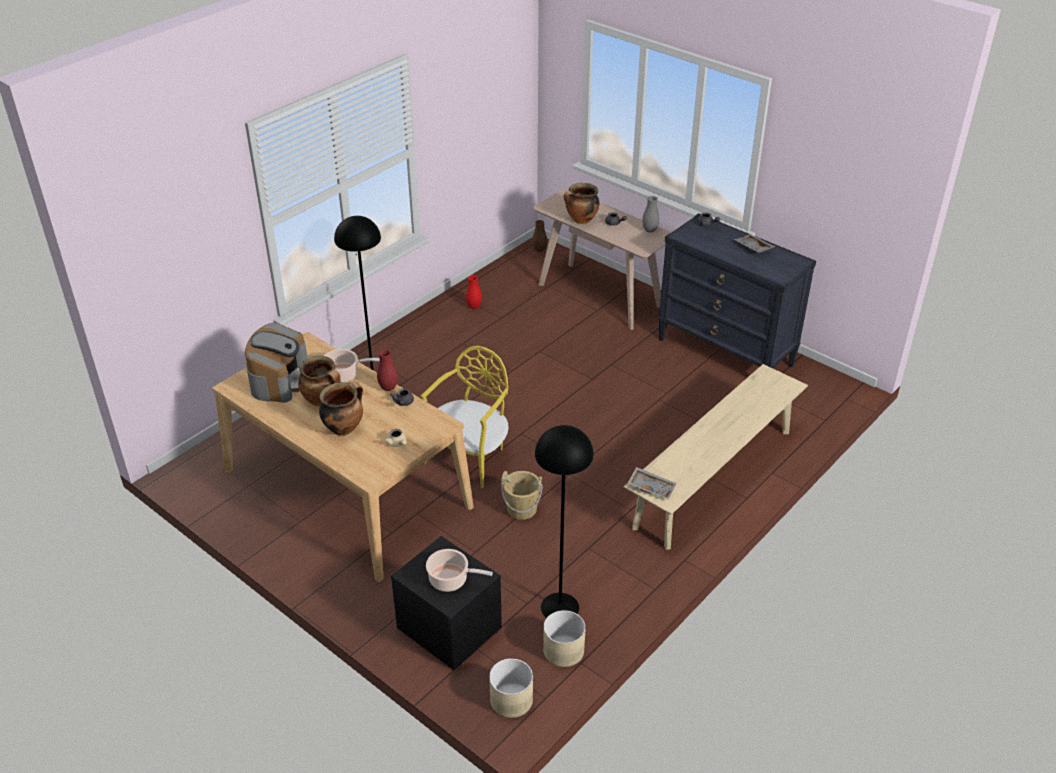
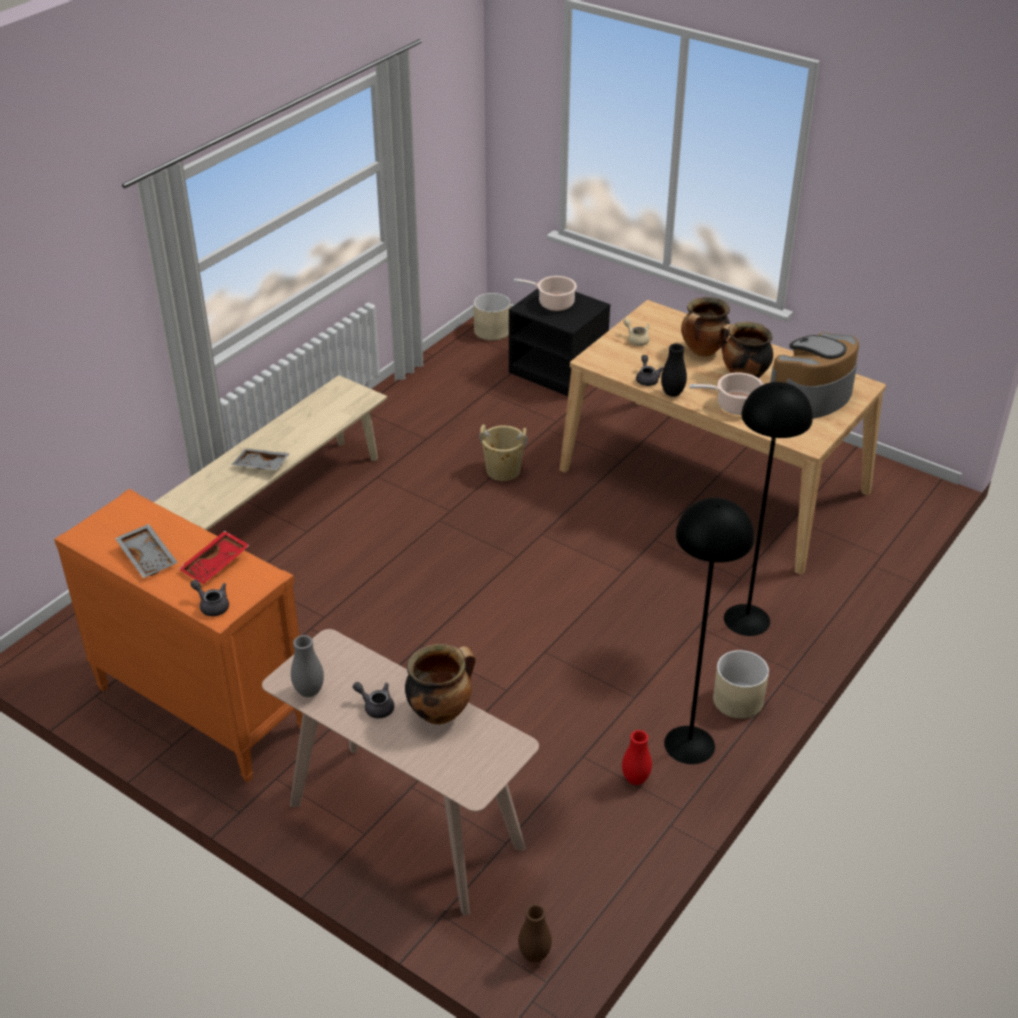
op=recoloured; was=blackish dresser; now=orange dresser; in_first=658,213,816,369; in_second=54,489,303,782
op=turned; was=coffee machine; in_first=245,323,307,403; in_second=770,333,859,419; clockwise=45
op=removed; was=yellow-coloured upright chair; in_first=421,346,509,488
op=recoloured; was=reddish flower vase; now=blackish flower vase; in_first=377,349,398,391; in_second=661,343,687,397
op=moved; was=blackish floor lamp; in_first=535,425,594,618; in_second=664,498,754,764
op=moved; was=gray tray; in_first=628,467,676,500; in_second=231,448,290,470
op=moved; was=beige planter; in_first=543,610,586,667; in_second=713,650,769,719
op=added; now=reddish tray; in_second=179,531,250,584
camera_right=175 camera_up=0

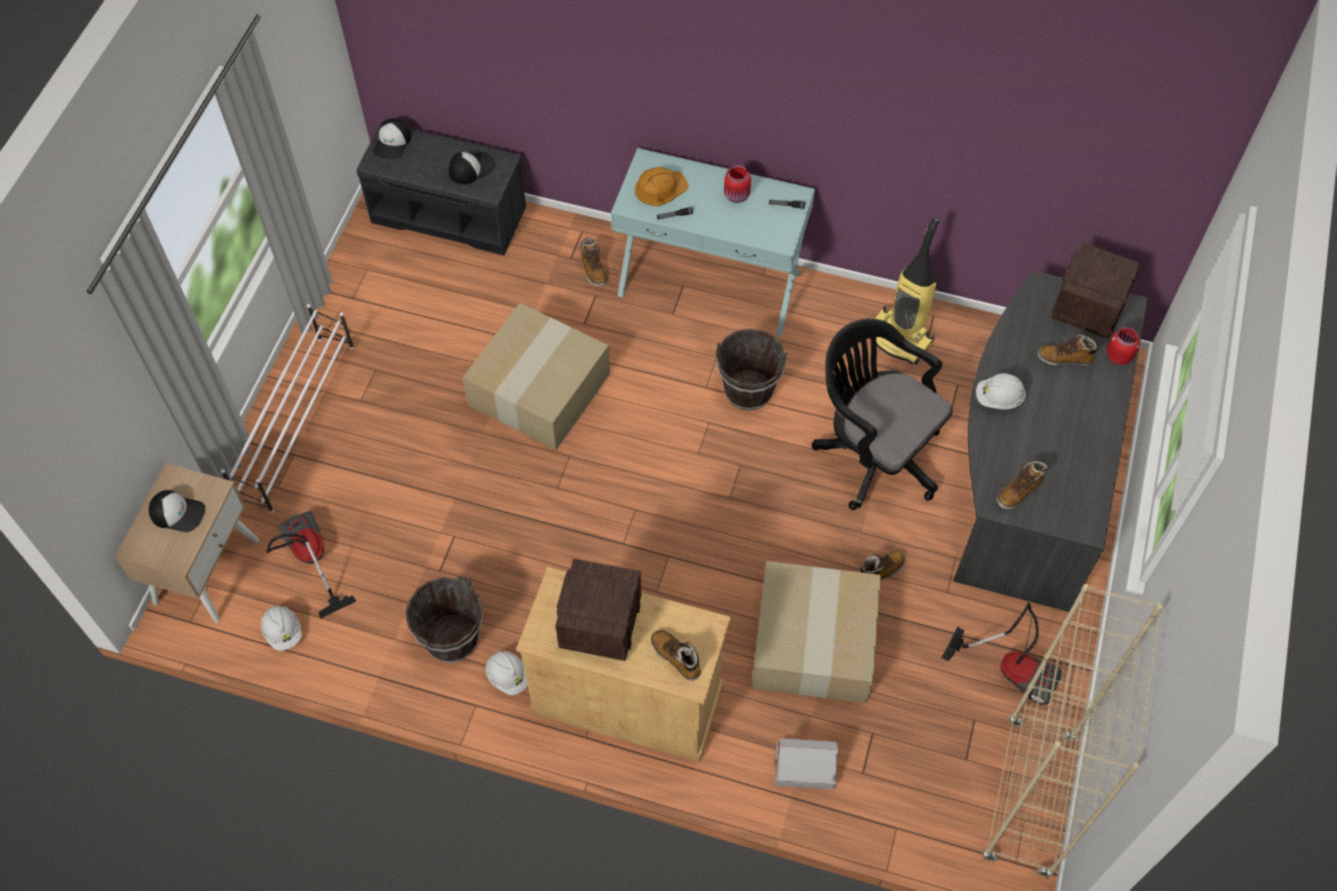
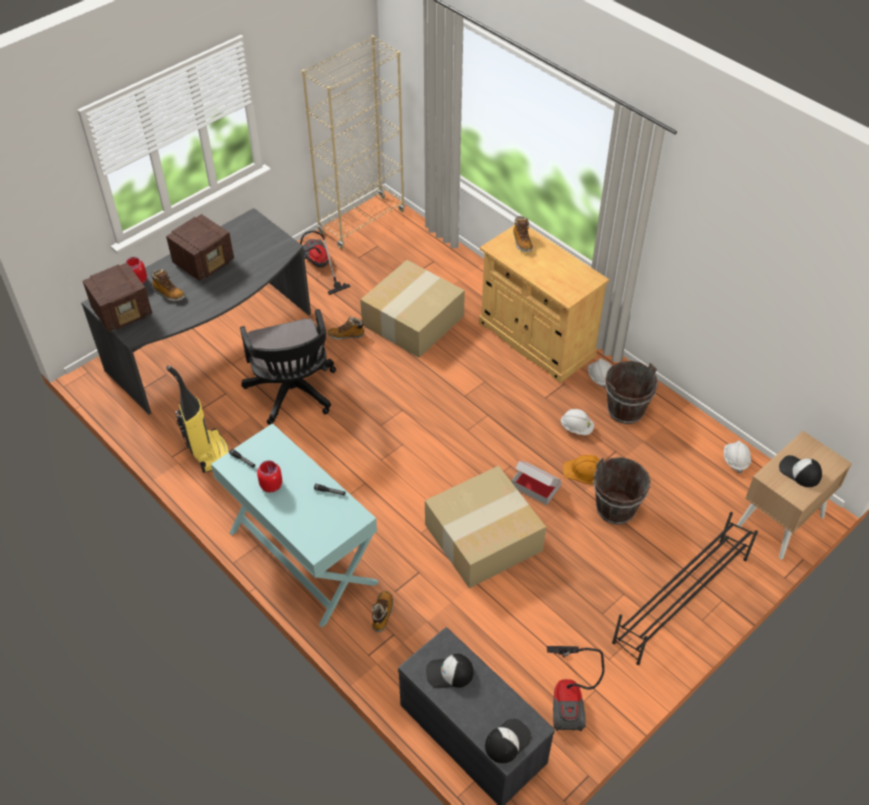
op=moved; was=orange work helmet; in_first=635,167,689,206; in_second=563,455,600,484
op=recoloured; was=white shoe stand; now=blackish shoe stand; in_first=221,304,354,513; in_second=612,512,758,665
op=moved; was=brownish pail; in_first=716,329,787,411; in_second=593,457,651,525
op=moved; was=white work helmet; in_first=976,373,1026,410; in_second=560,409,594,435
op=removed; was=high-top boot; in_first=997,460,1048,509
op=moved; was=vacuum cleaner; in_first=266,511,356,619; in_second=547,646,605,731
op=moved; was=radio set; in_first=555,558,641,661; in_second=166,214,234,281
op=moved; was=cardboard box; in_first=775,738,838,790; in_second=512,461,562,505
camera_right=-150 camera_up=-10

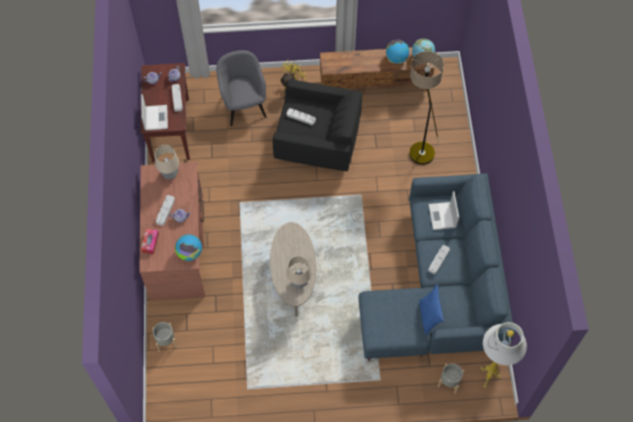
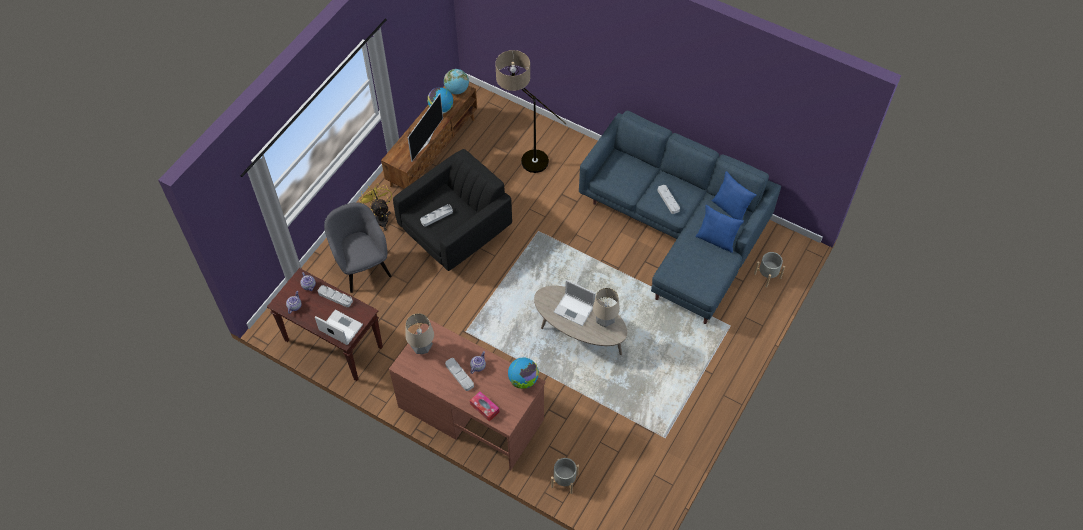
op=turned; was=gray armchair; in_first=216,50,266,126; in_second=324,202,391,293; clockwise=45
op=moved; was=laptop; in_first=429,191,459,230; in_second=554,280,595,326
op=removed; was=white floor lamp; in_first=481,322,527,388
op=added; now=TV set; in_second=407,93,443,162
op=added; now=blue pillow; in_second=712,171,756,220
camera_right=-55 camera_up=-5

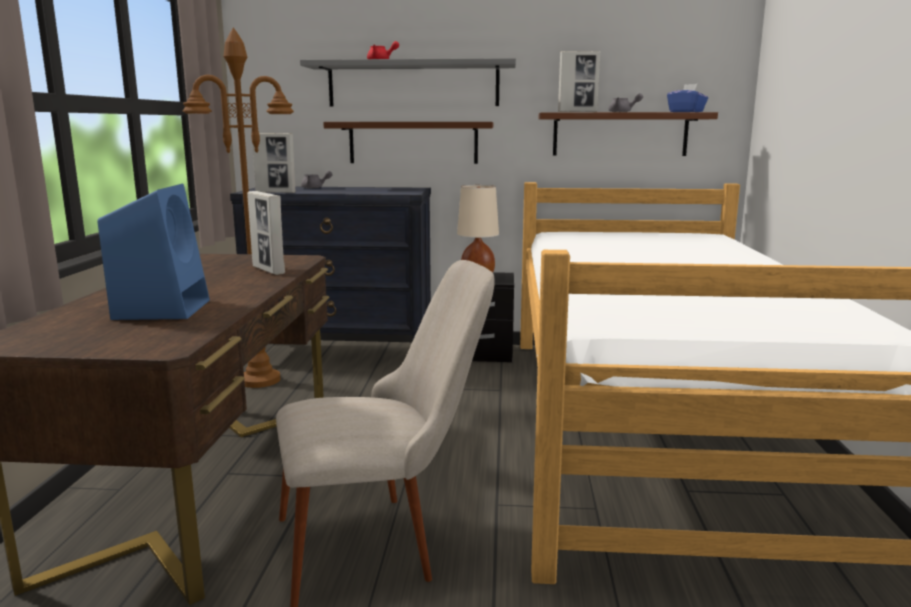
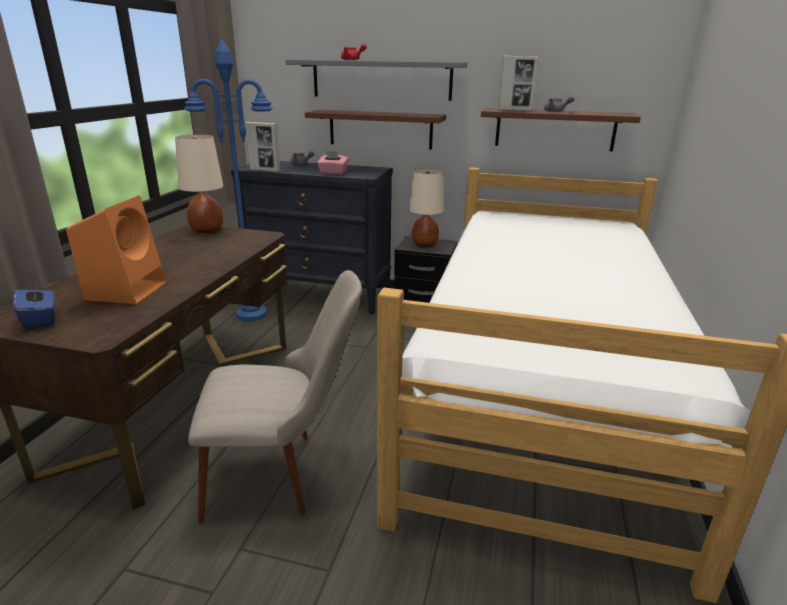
op=recoloured; was=brownish floor lamp; now=blue floor lamp; in_first=182,27,294,388; in_second=184,39,273,321
op=moved; was=blue box of tissues; in_first=667,84,708,112; in_second=14,281,55,330
op=recoloured; was=blue speaker; now=orange speaker; in_first=97,183,210,320; in_second=66,195,166,304
op=removed; was=standing frame; in_first=247,191,285,275
op=added; now=beige tabletop lamp; in_second=175,134,223,233
op=added; now=pinkish box of tissues; in_second=317,151,349,175
camera_right=10 camera_up=10

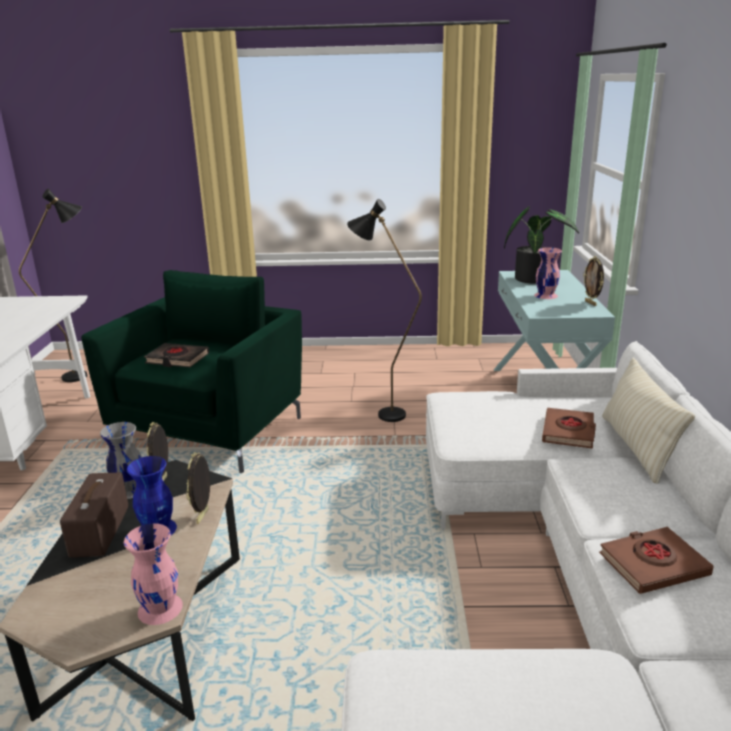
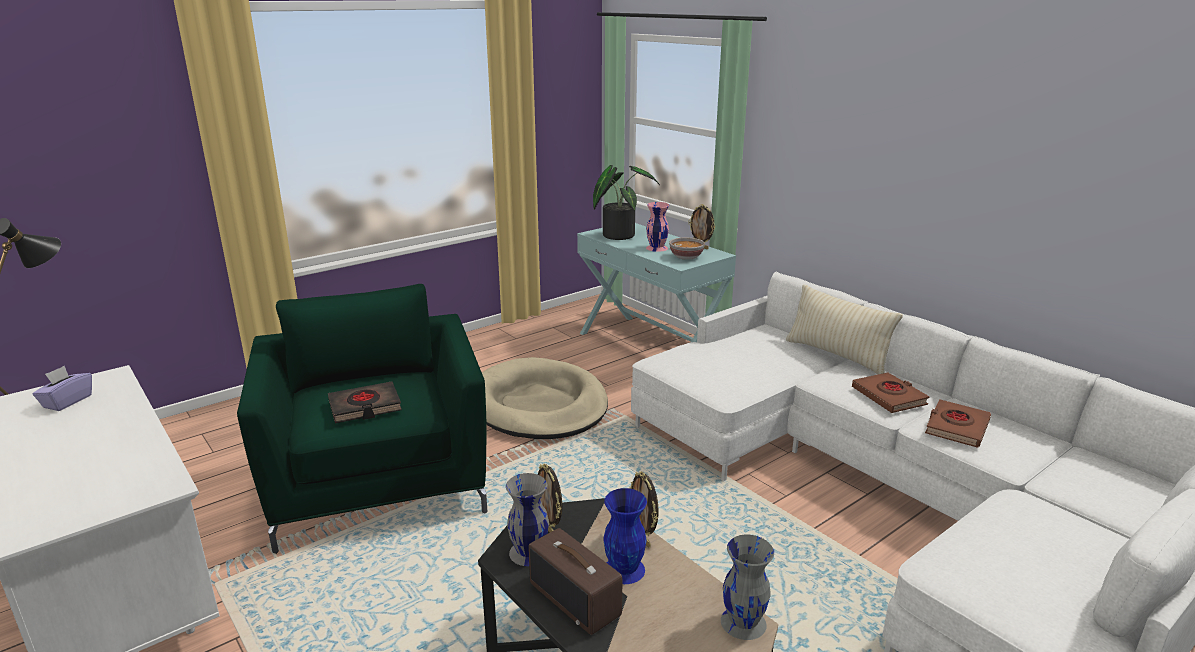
op=replaced; was=blackish floor lamp; now=beige pet bed; in_first=347,199,422,422; in_second=482,357,608,439
op=moved; was=brownish book; in_first=542,408,596,449; in_second=852,373,930,413
op=recoloured; was=pinkish flower vase; now=gray flower vase; in_first=124,523,183,625; in_second=721,535,774,640
op=added; now=deep dish; in_second=669,238,705,260
op=added; now=purplish box of tissues; in_second=32,366,92,411
camera_right=-40 camera_up=0

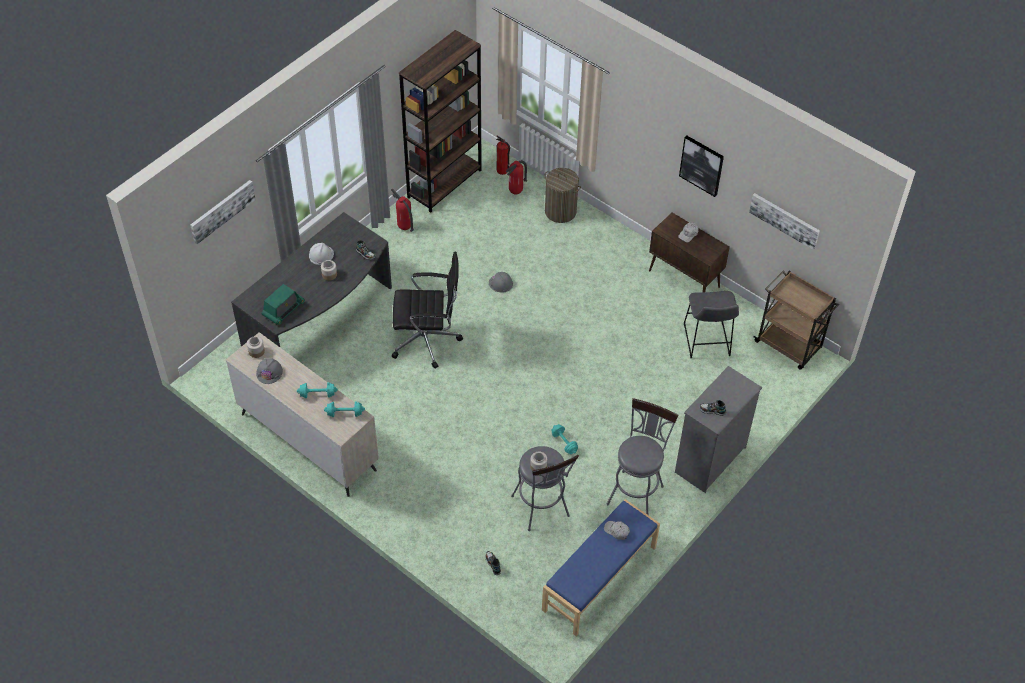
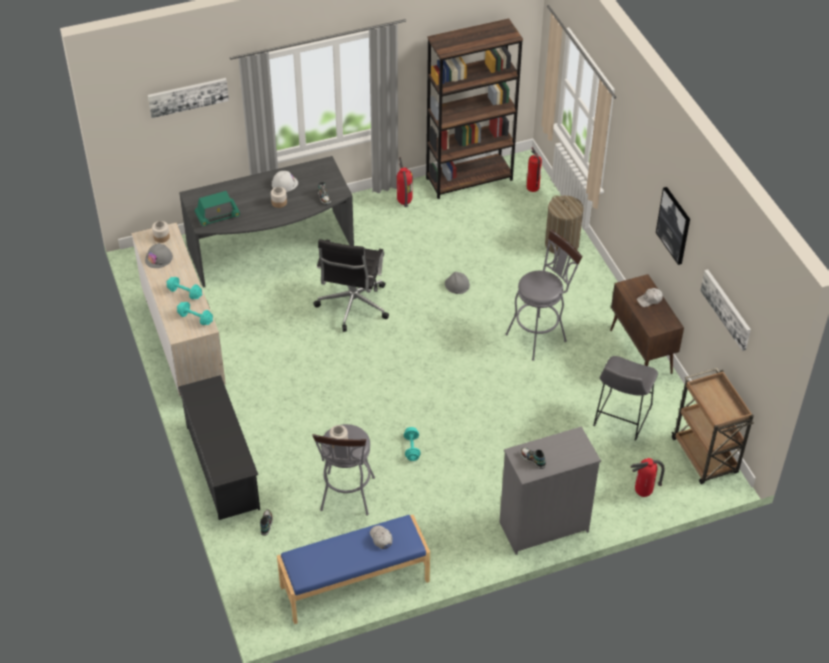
op=moved; was=fire-fighting cylinder; in_first=506,160,527,194; in_second=631,458,665,497
op=turned; was=blackish office chair; in_first=392,251,463,369; in_second=313,239,389,332; clockwise=75
op=moved; was=gray stool; in_first=607,398,678,515; in_second=505,229,582,361
op=added; now=blackish shoe stand; in_second=178,375,260,520
camera_right=30 camera_up=-5

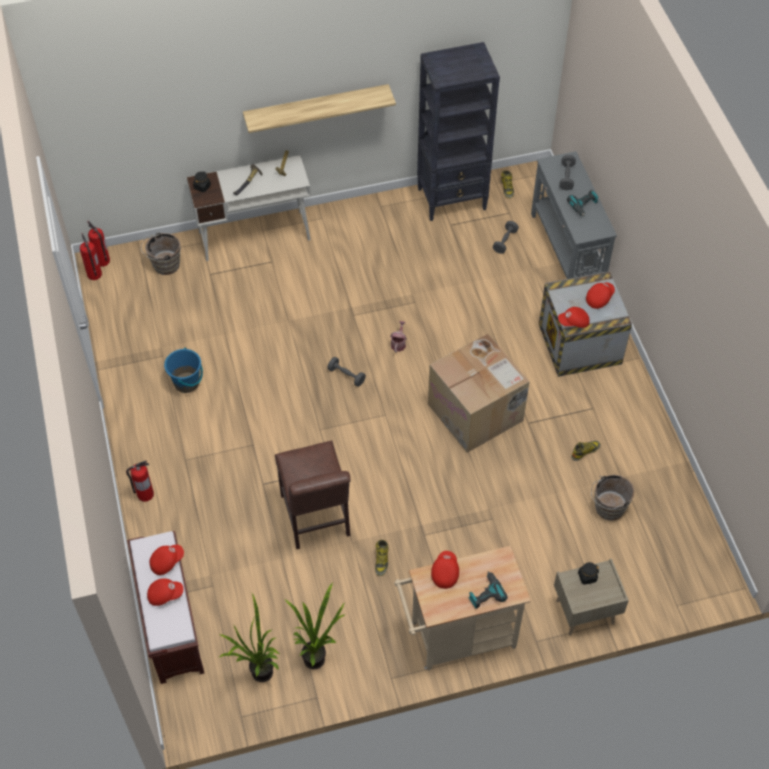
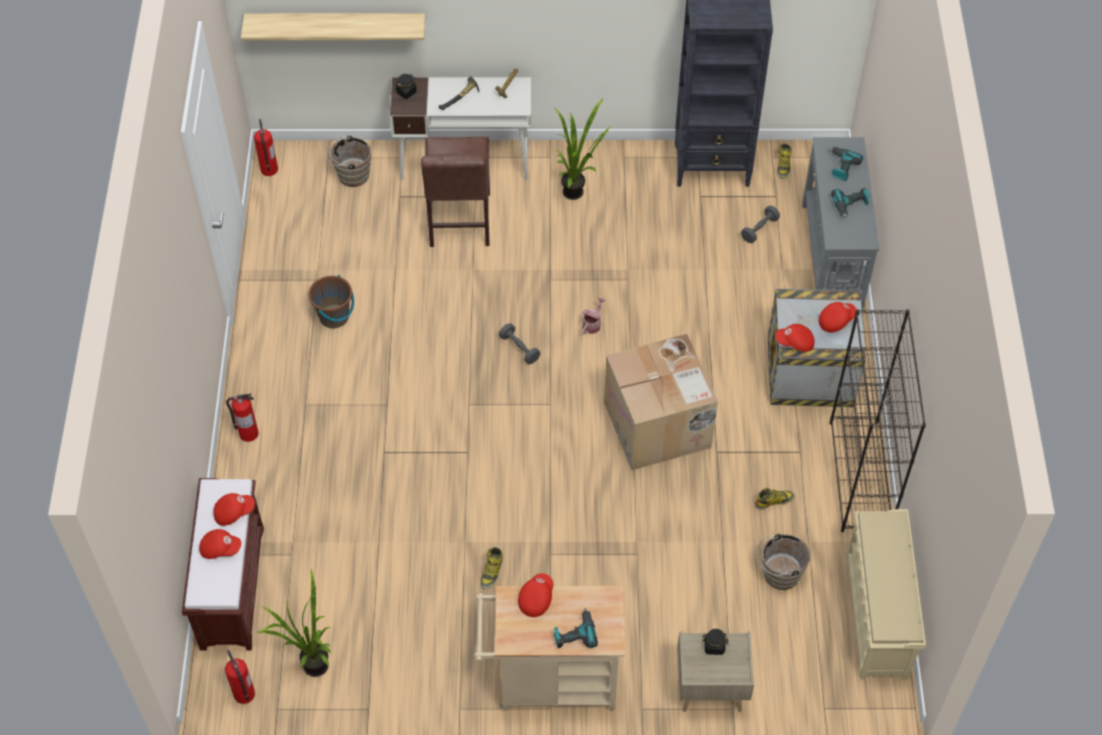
op=moved; was=shelf; in_first=243,84,396,133; in_second=241,13,425,40
op=replaced; was=gray free weight; now=drill; in_first=559,155,576,190; in_second=829,147,863,181
op=moved; was=fire-fighting cylinder; in_first=87,221,110,267; in_second=225,650,255,704
op=recoloured; was=blue pail; now=brownish pail; in_first=164,347,203,393; in_second=308,275,354,328
op=moved; was=brownish upright chair; in_first=275,440,350,549; in_second=421,137,490,247
op=moved; was=houseplant; in_first=284,582,345,669; in_second=555,98,612,200
op=added; now=blackish bookshelf; in_second=829,309,926,532
op=added; now=beige shoe stand; in_second=846,509,926,679
camera_right=15 camera_up=0

